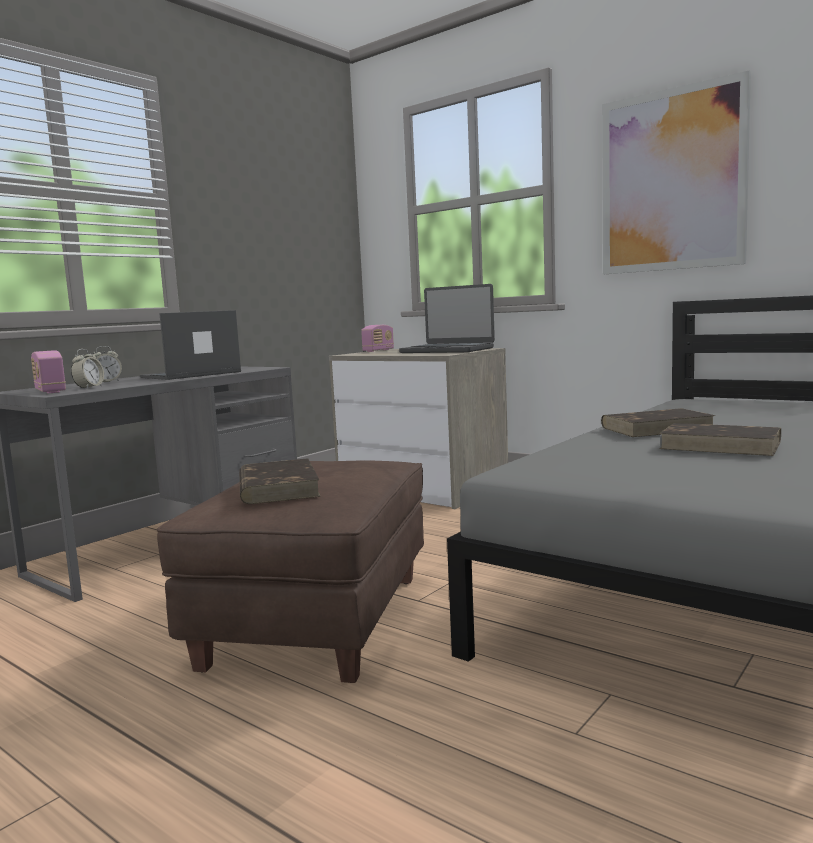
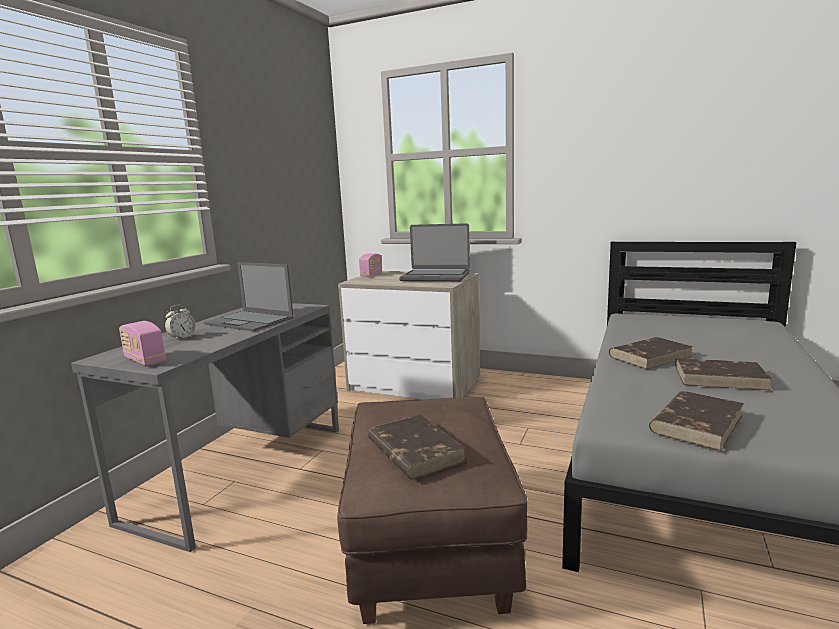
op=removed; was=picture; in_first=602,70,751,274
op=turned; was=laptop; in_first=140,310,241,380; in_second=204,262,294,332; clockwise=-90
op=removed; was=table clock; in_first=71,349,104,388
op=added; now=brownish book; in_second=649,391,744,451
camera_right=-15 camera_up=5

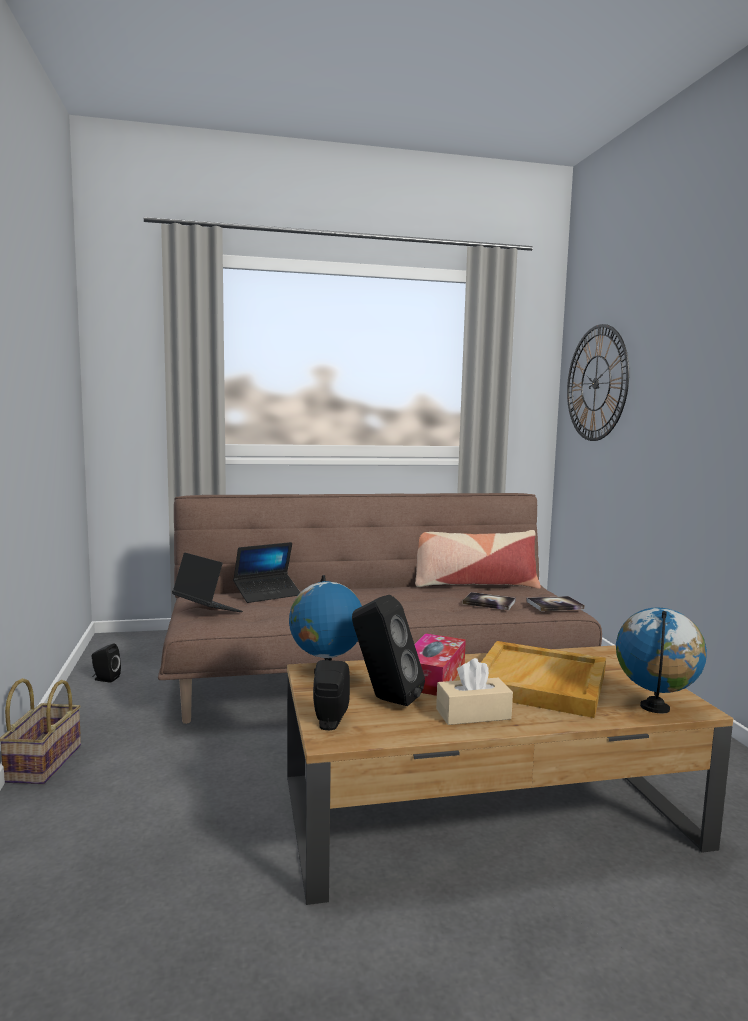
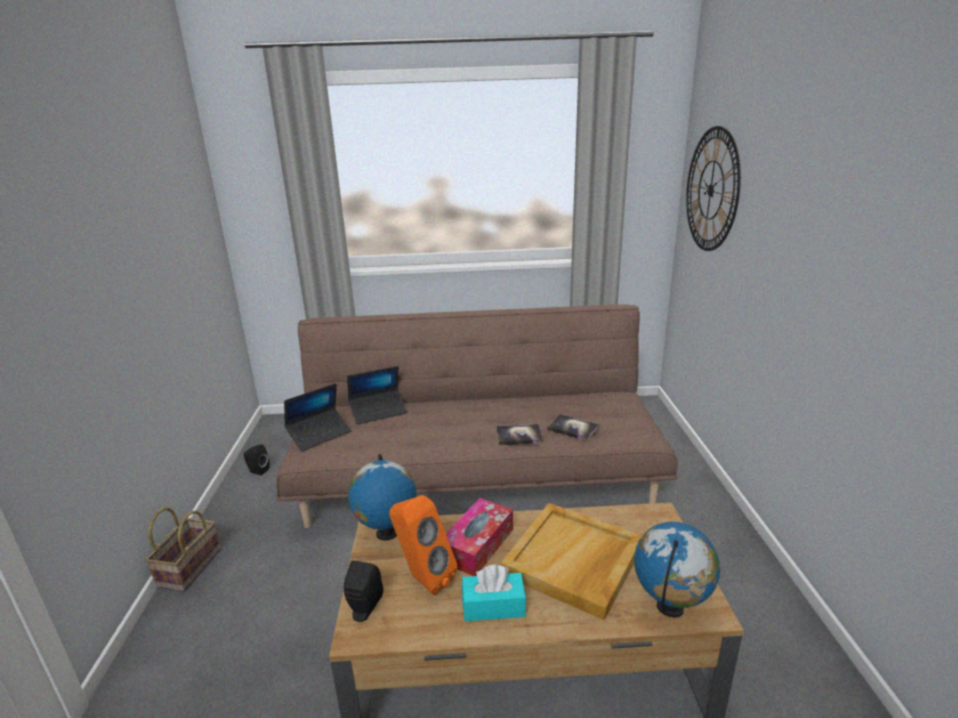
op=removed; was=pillow; in_first=415,530,541,589
op=turned; was=laptop; in_first=172,553,243,612; in_second=284,383,352,451; clockwise=90
op=recoloured; was=blackish speaker; now=orange speaker; in_first=352,595,425,706; in_second=389,495,458,595
op=moved; was=book; in_first=526,596,585,611; in_second=496,424,543,445
op=recoloured; was=beige box of tissues; now=turquoise box of tissues; in_first=436,658,513,725; in_second=462,564,526,621
camera_right=10 camera_up=15

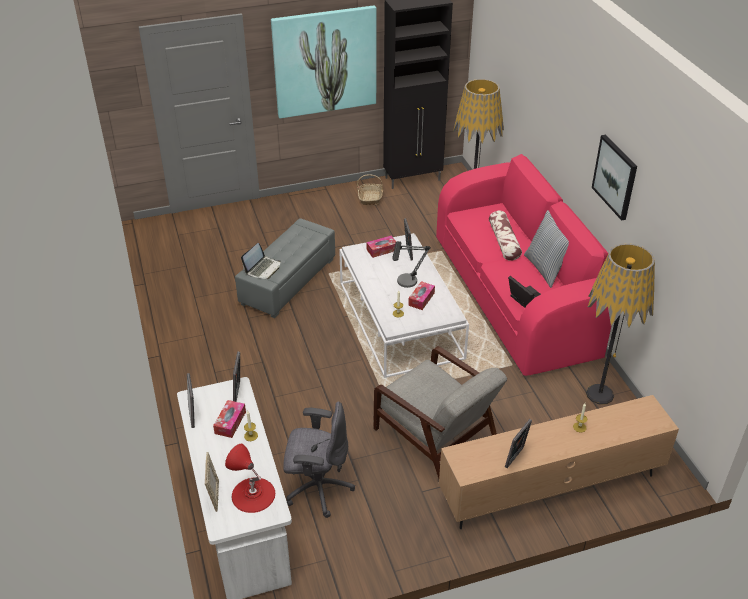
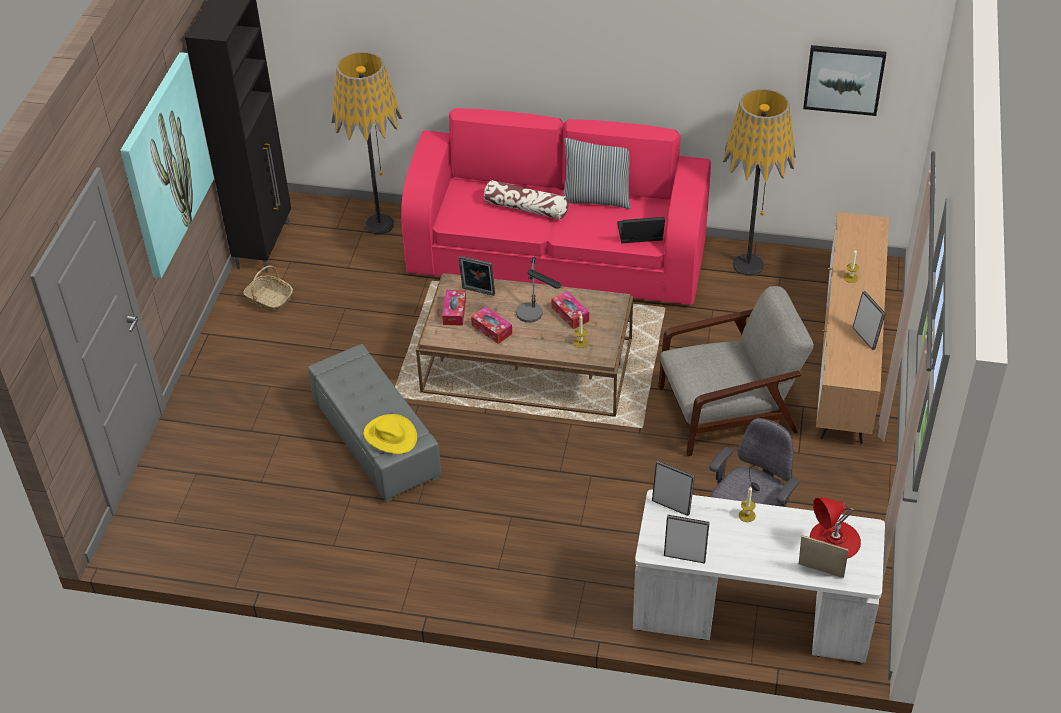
op=moved; was=picture; in_first=592,135,637,221; in_second=803,45,886,116
op=recoloured; was=white lounge table; now=brownish lounge table; in_first=339,233,469,378; in_second=416,273,633,417
op=replaced; was=laptop; now=yellow-coloured hat; in_first=241,243,281,279; in_second=363,414,417,454
op=moved; was=box of tissues; in_first=213,400,246,438; in_second=471,306,512,344
camera_right=-60 camera_up=5

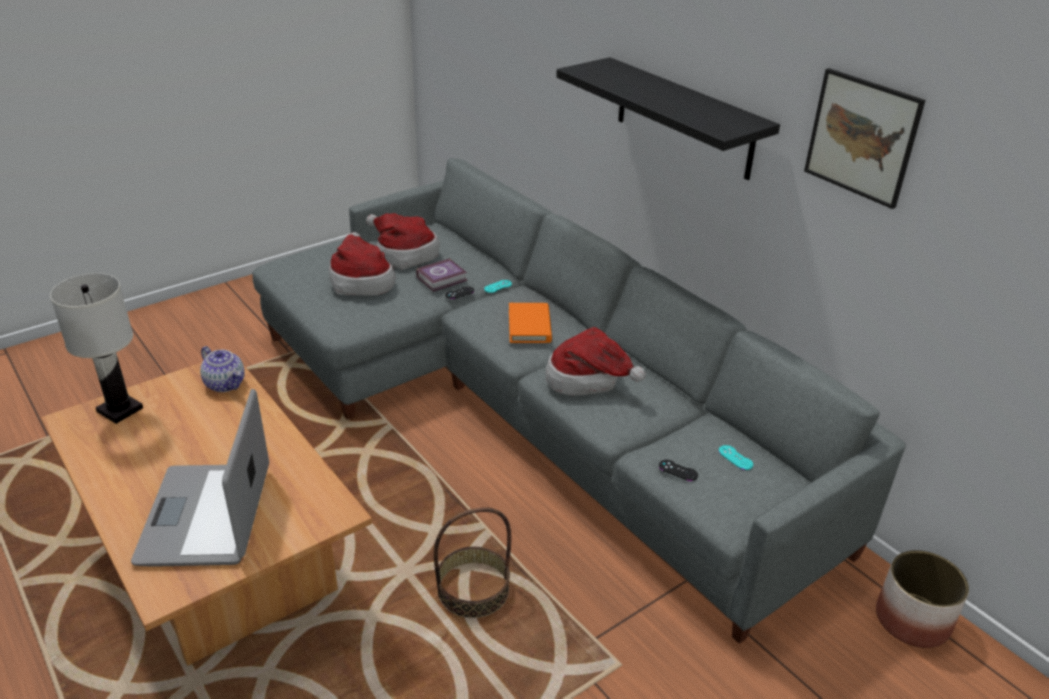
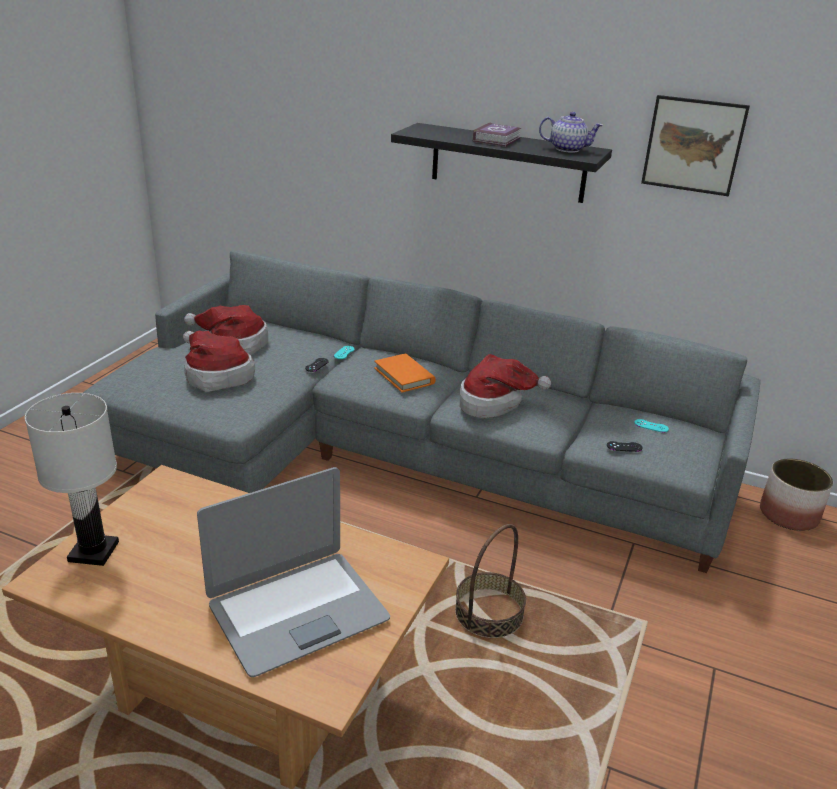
op=moved; was=book; in_first=416,258,467,292; in_second=473,123,521,147
op=moved; was=teapot; in_first=200,346,245,392; in_second=539,112,603,153
op=turned; was=laptop; in_first=131,389,269,567; in_second=197,467,390,677; clockwise=-90
camera_right=-30 camera_up=-5

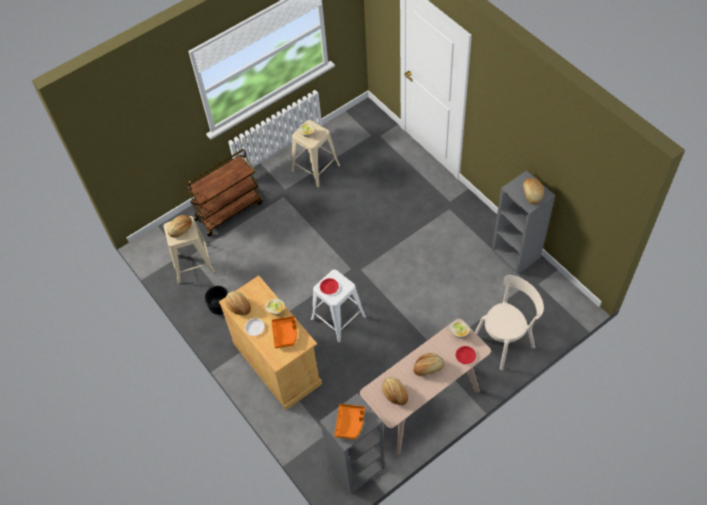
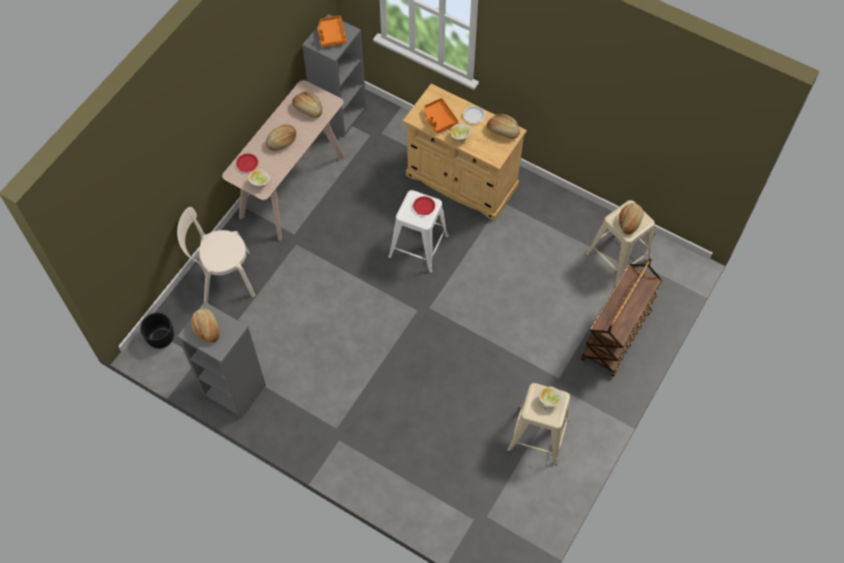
op=turned; was=beige upright chair; in_first=475,275,544,370; in_second=177,207,255,303; clockwise=45
op=moved; was=blackish planter; in_first=204,286,229,315; in_second=140,313,174,349
camera_right=155 camera_up=5

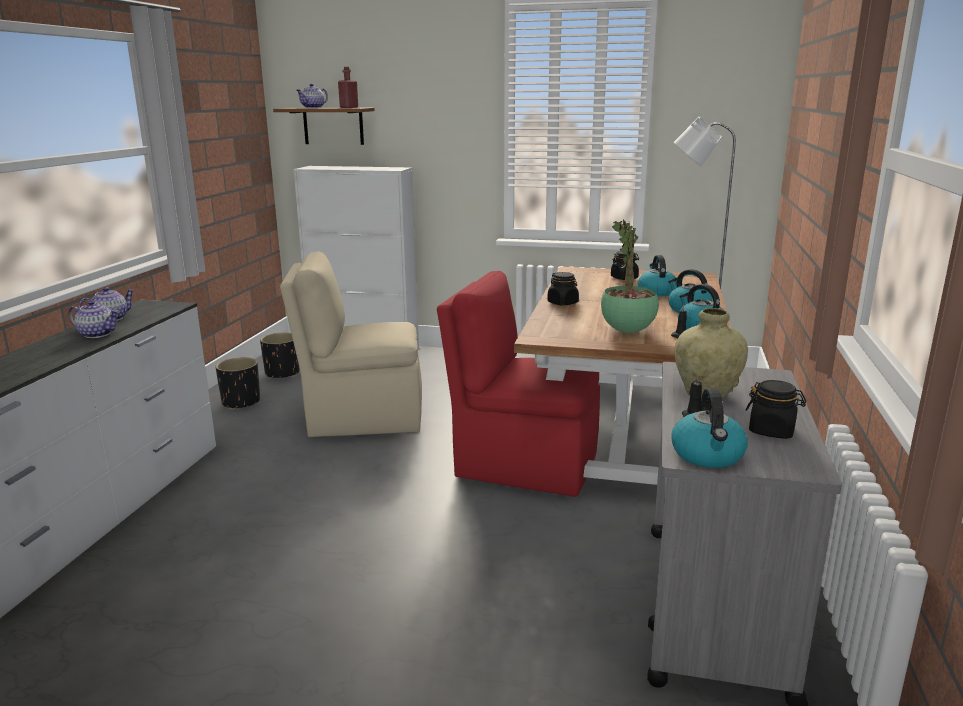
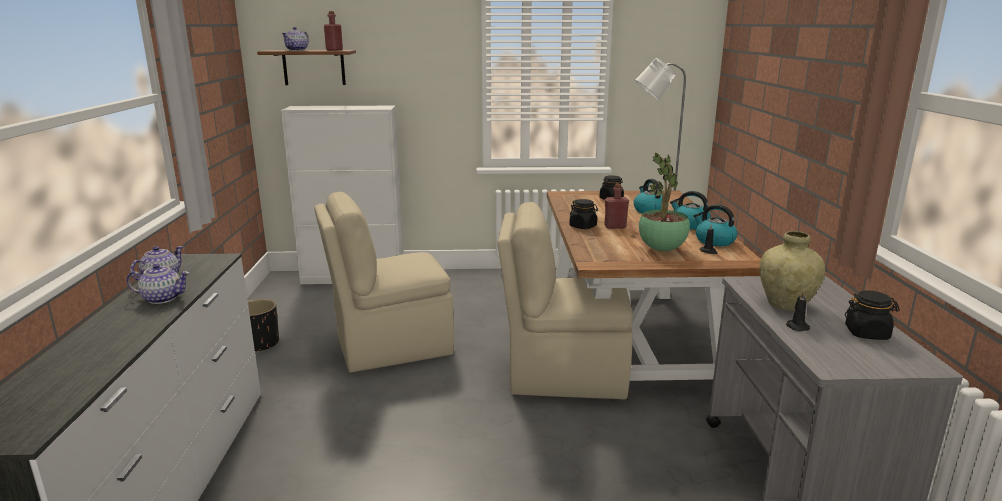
op=recoloured; was=reddish upright chair; now=beige upright chair; in_first=437,271,600,497; in_second=498,202,633,400
op=removed; was=blackish planter; in_first=260,333,300,379
op=removed; was=water kettle; in_first=671,388,748,468
op=added; now=reddish drink bottle; in_second=604,184,629,229
camera_right=-15 camera_up=0

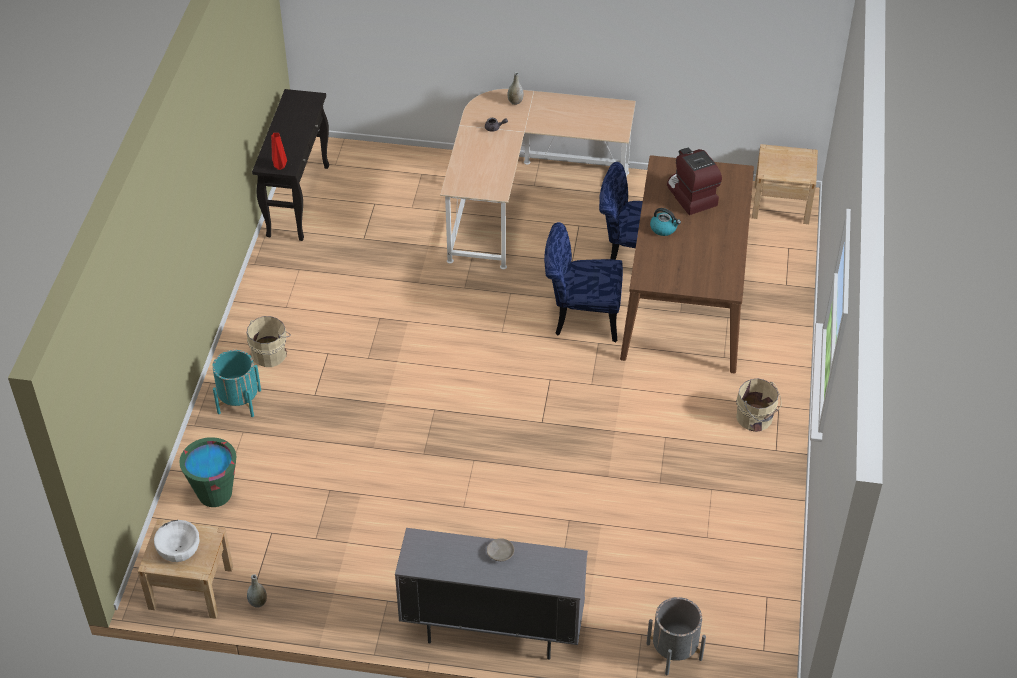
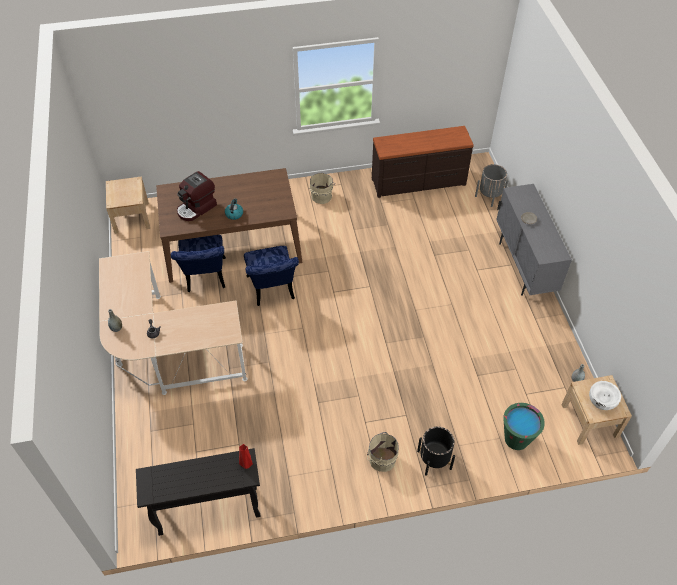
op=recoloured; was=turquoise planter; now=blackish planter; in_first=212,350,261,417; in_second=417,426,455,476
op=added; now=brownish dresser; in_second=372,126,474,198
camera_right=-110 camera_up=5

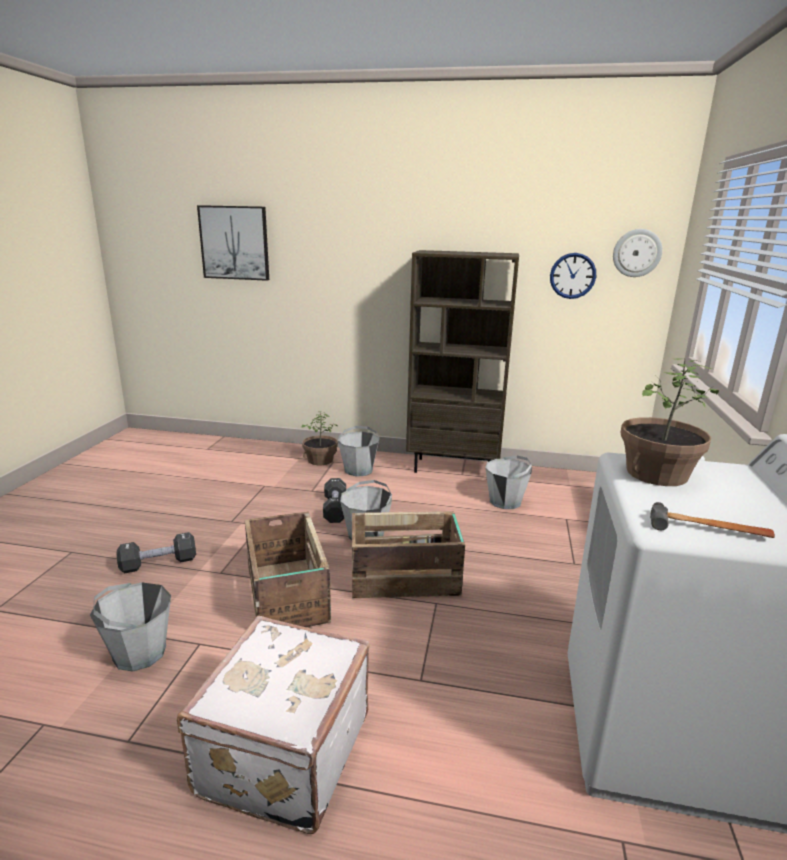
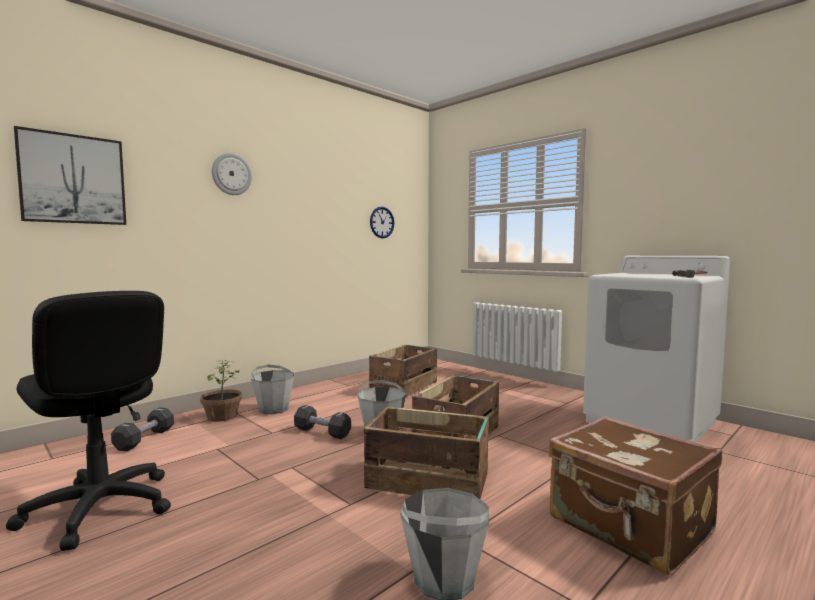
op=moved; was=hanging clock; in_first=613,229,662,277; in_second=212,153,252,195
op=removed; was=brownish bookshelf; in_first=406,250,519,473
op=removed; was=houseplant; in_first=621,358,719,486
op=replaced; was=gray pail; now=packing crate; in_first=485,455,532,509; in_second=369,345,437,397
op=moved; was=blackish free weight; in_first=117,532,196,573; in_second=111,407,174,451
op=recoloured; was=white travel case; now=brownish travel case; in_first=177,616,370,834; in_second=549,416,722,576
op=added; now=blackish office chair; in_second=6,291,171,551
camera_right=-55 camera_up=-15

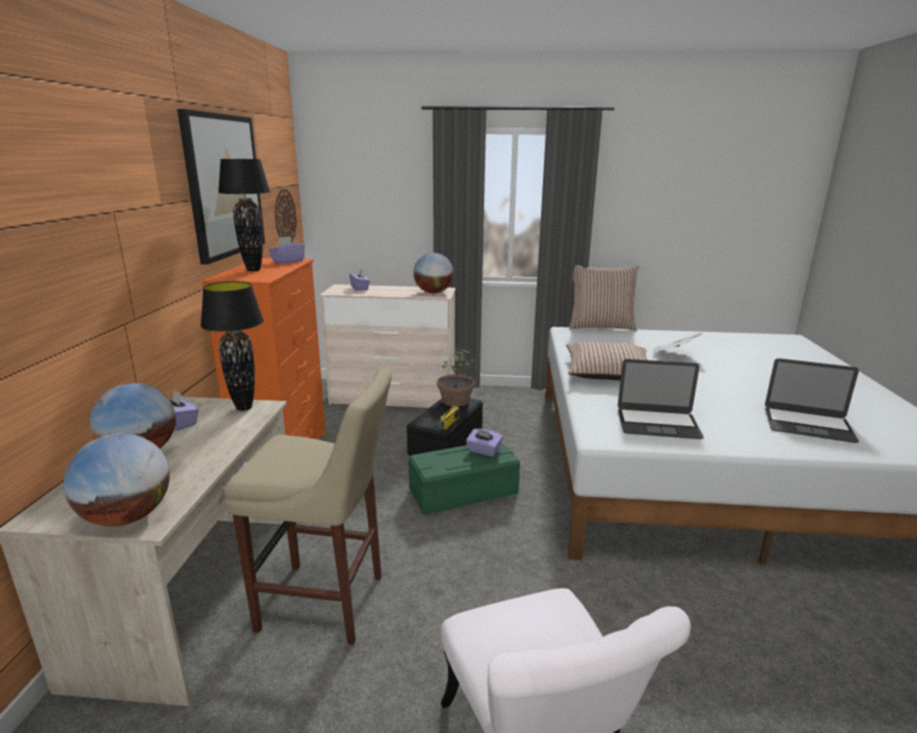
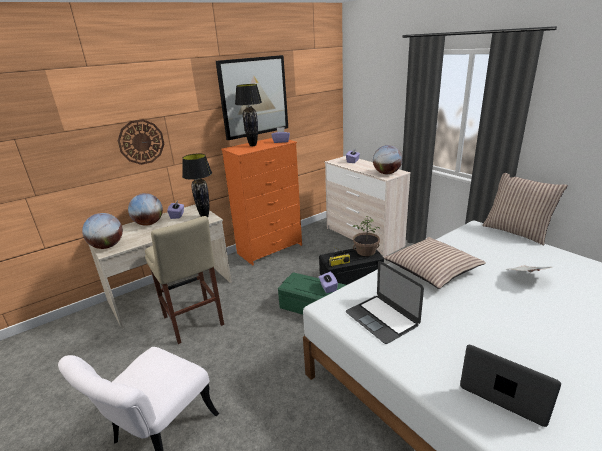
op=moved; was=hanging clock; in_first=275,189,297,244; in_second=117,119,164,165
op=turned; was=laptop; in_first=765,358,859,443; in_second=460,345,561,427; clockwise=150
camera_right=50 camera_up=5

